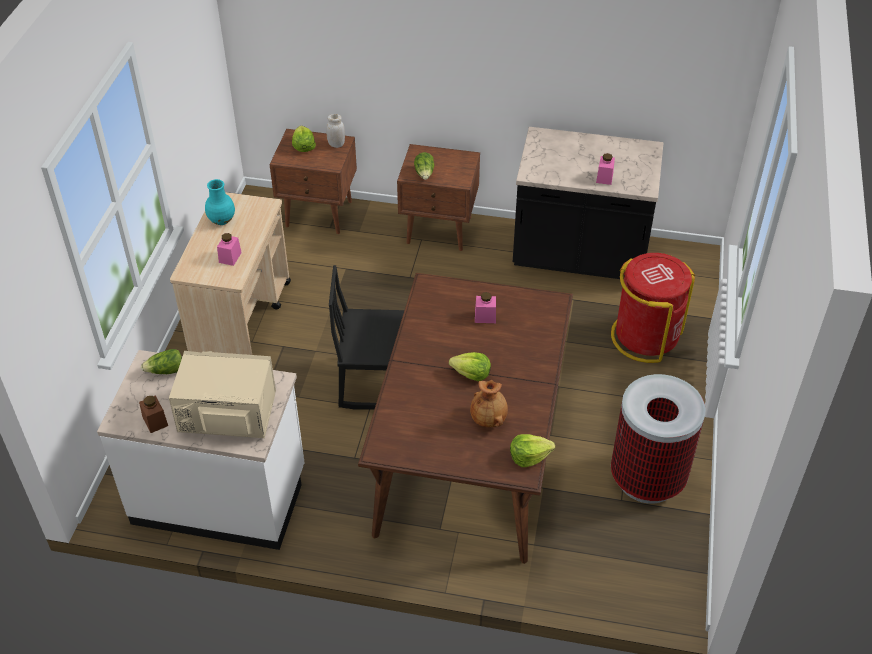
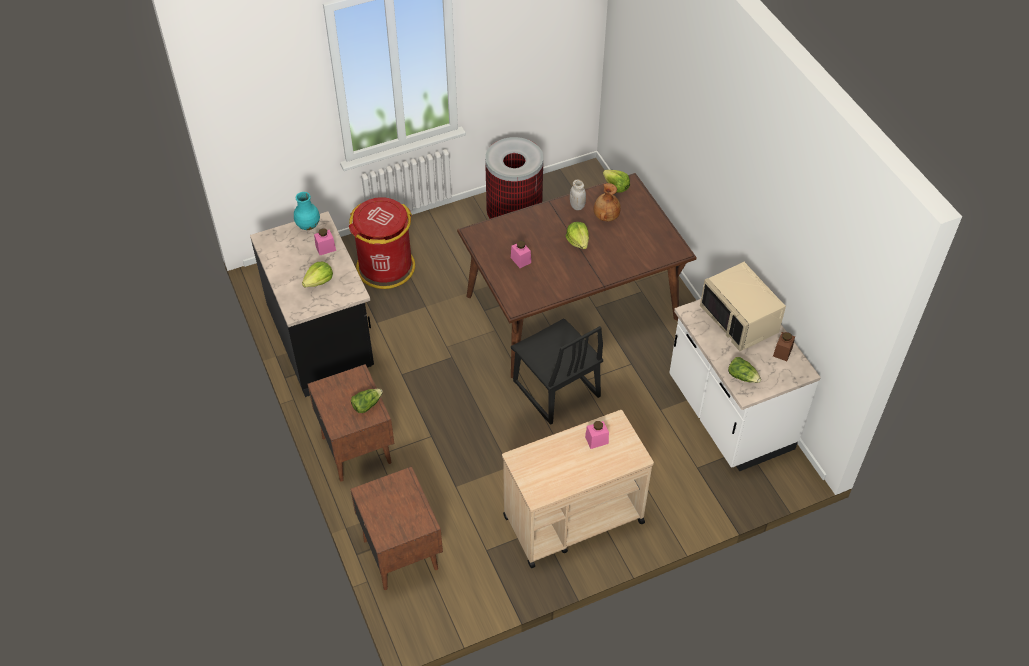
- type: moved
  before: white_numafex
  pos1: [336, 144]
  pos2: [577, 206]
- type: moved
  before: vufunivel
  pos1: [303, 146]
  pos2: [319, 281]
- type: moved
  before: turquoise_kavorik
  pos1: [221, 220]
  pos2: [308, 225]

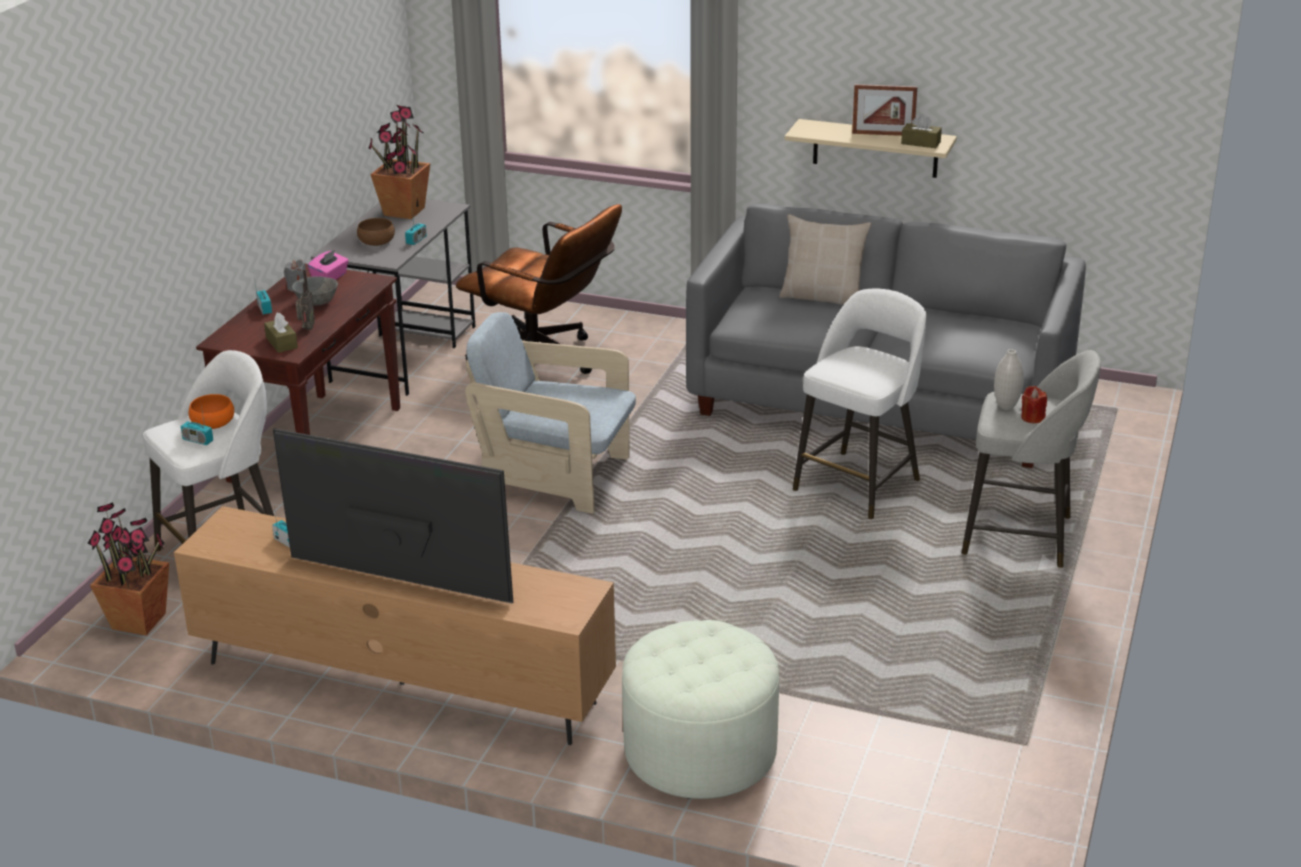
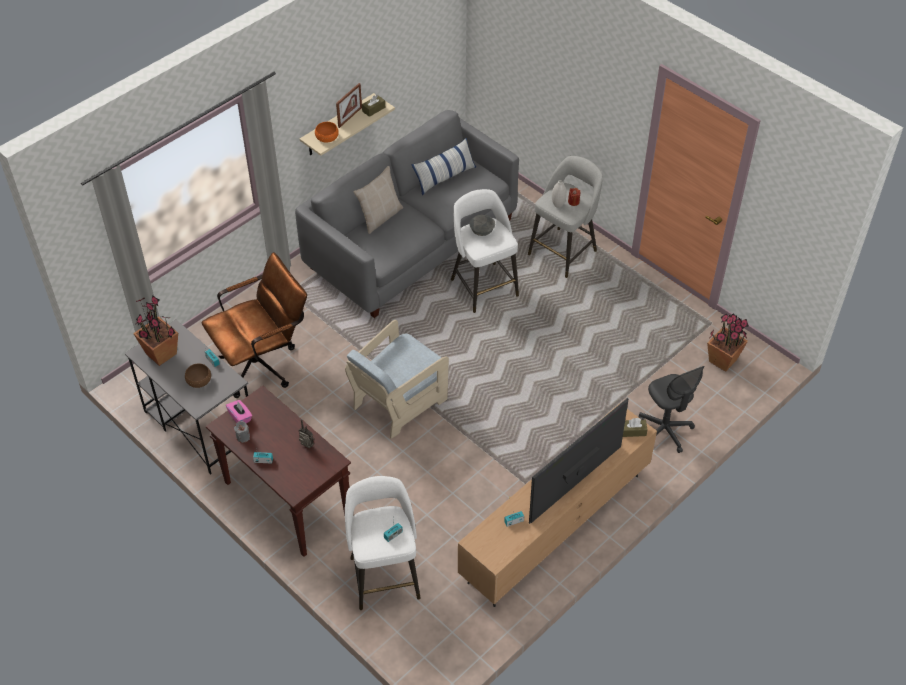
- type: moved
  before: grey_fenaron
  pos1: [317, 302]
  pos2: [481, 231]
- type: moved
  before: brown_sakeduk
  pos1: [281, 343]
  pos2: [633, 431]
- type: moved
  before: orange_fenaron
  pos1: [213, 423]
  pos2: [327, 137]
- type: moved
  before: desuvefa
  pos1: [139, 621]
  pos2: [723, 360]
- type: replaced
  before: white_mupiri
  after: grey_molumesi
  pos1: [700, 751]
  pos2: [664, 431]
- type: added
  after: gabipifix
  pos2: [444, 177]

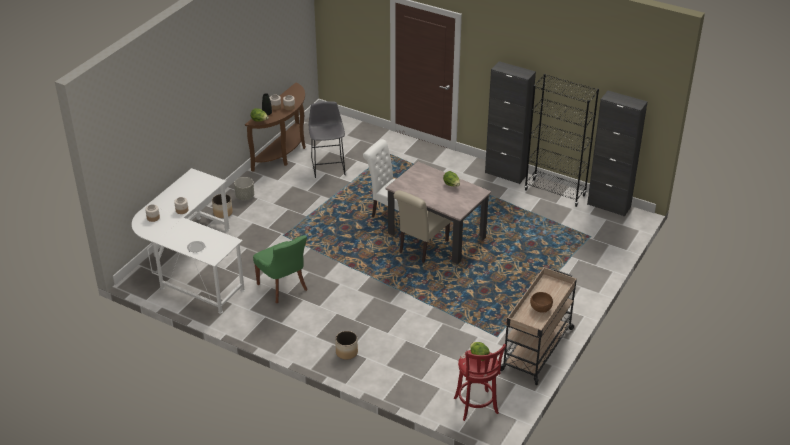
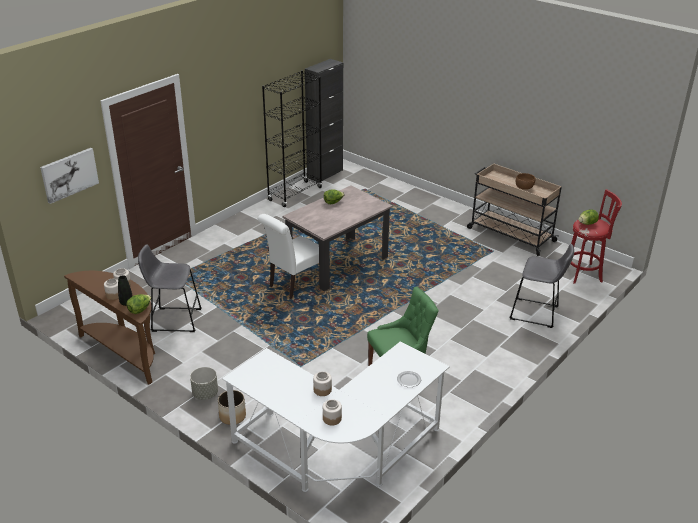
- type: removed
  before: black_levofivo
  pos1: [505, 174]
- type: removed
  before: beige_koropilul
  pos1: [421, 248]
- type: removed
  before: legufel
  pos1: [346, 352]
- type: added
  after: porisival
  pos2: [69, 174]
- type: added
  after: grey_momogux
  pos2: [537, 314]

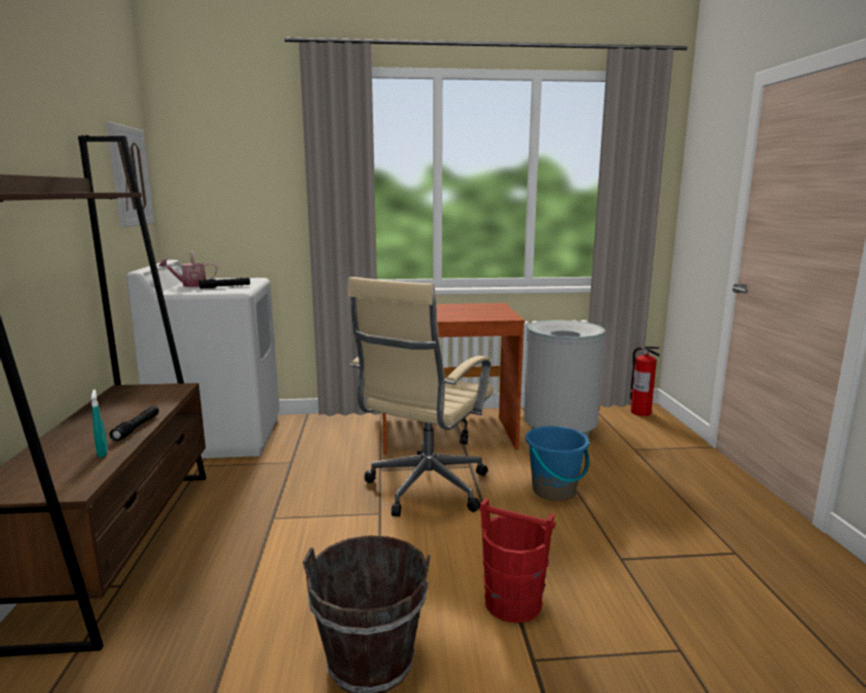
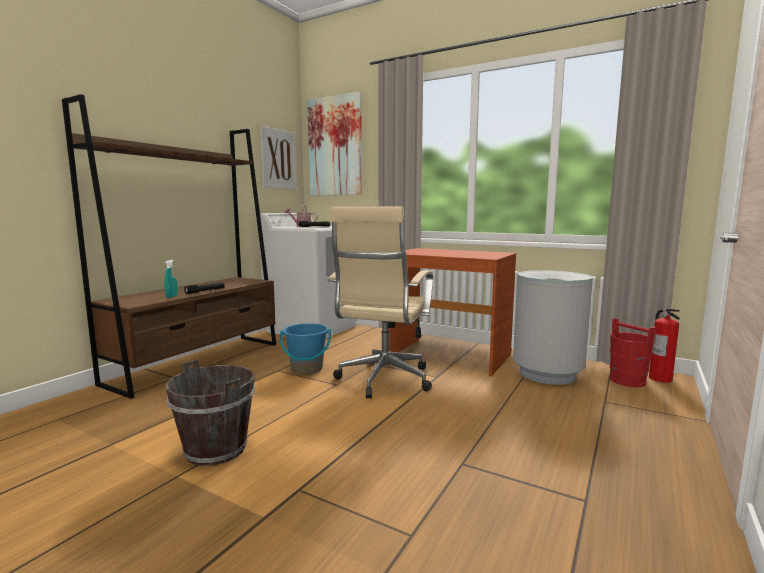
- type: turned
  before: beige_molumesi
  pos1: [424, 490]
  pos2: [383, 381]
  turn: -45
- type: moved
  before: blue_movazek
  pos1: [554, 491]
  pos2: [306, 369]
- type: moved
  before: red_movazek
  pos1: [513, 603]
  pos2: [628, 380]
- type: added
  after: porisival
  pos2: [335, 146]

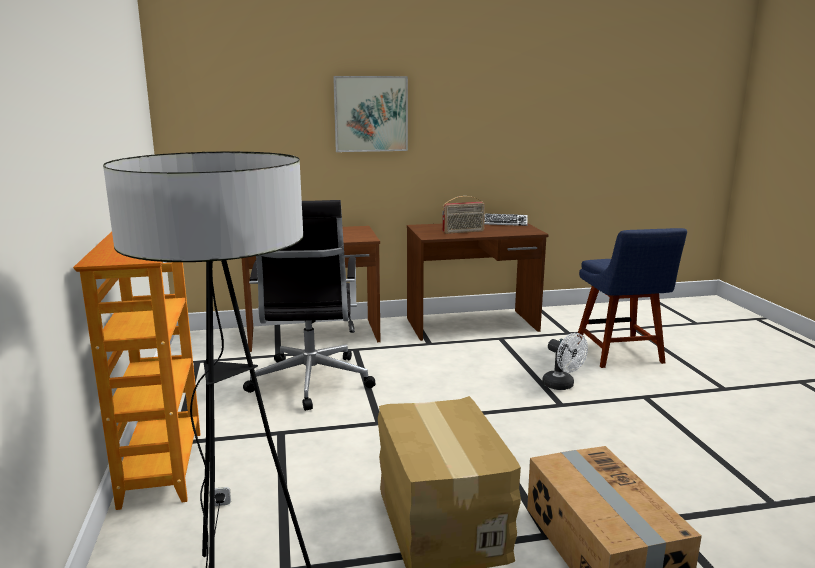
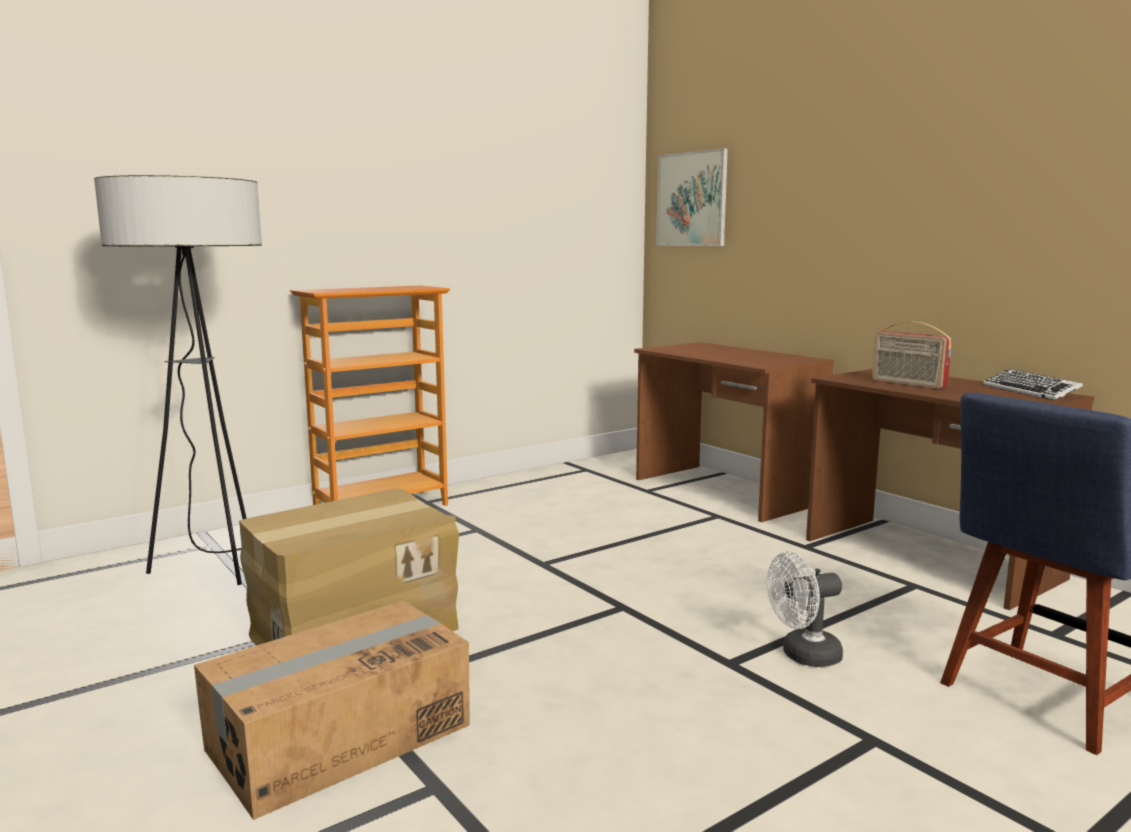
- type: moved
  before: porisival
  pos1: [371, 114]
  pos2: [692, 199]
- type: removed
  before: black_molumesi
  pos1: [310, 383]
- type: turned
  before: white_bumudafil
  pos1: [562, 386]
  pos2: [803, 656]
  turn: 45

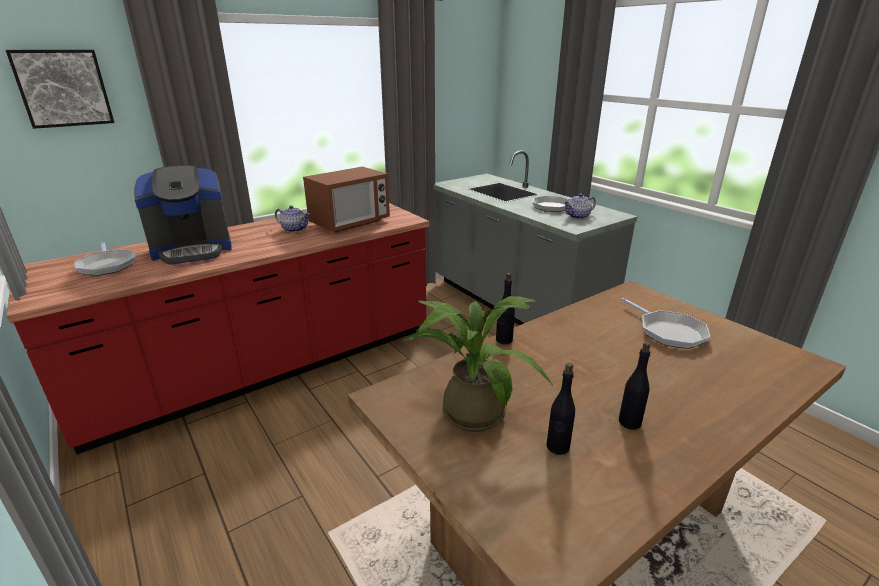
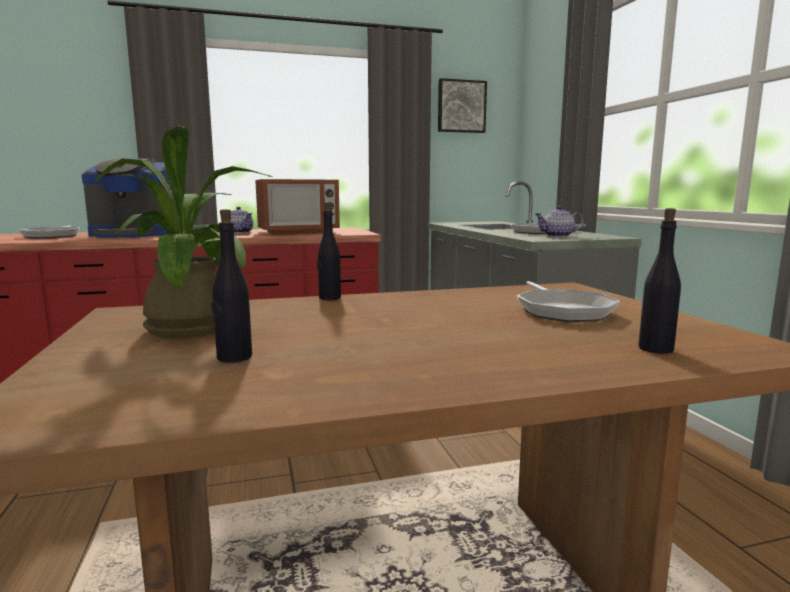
- type: moved
  before: porisival
  pos1: [63, 88]
  pos2: [461, 106]
- type: moved
  before: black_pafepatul
  pos1: [629, 422]
  pos2: [656, 349]

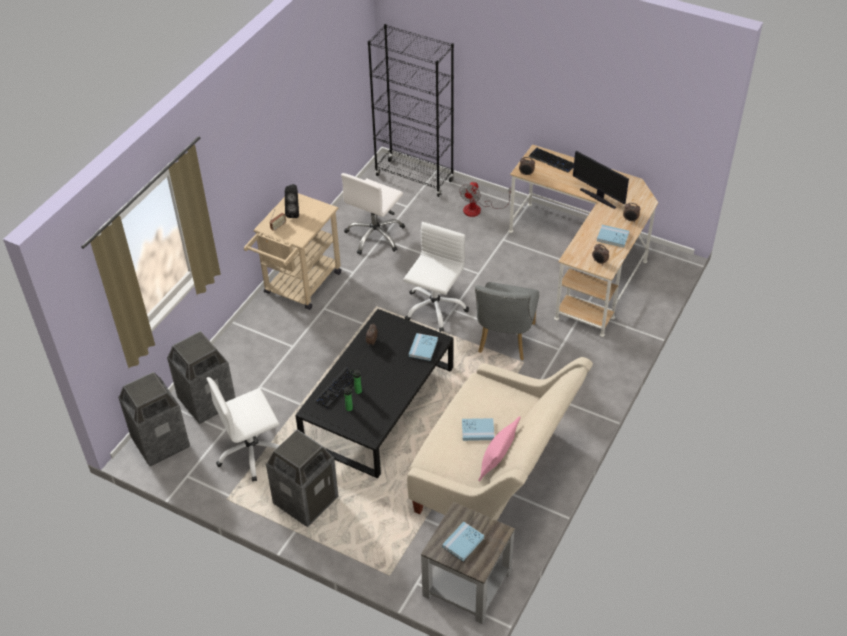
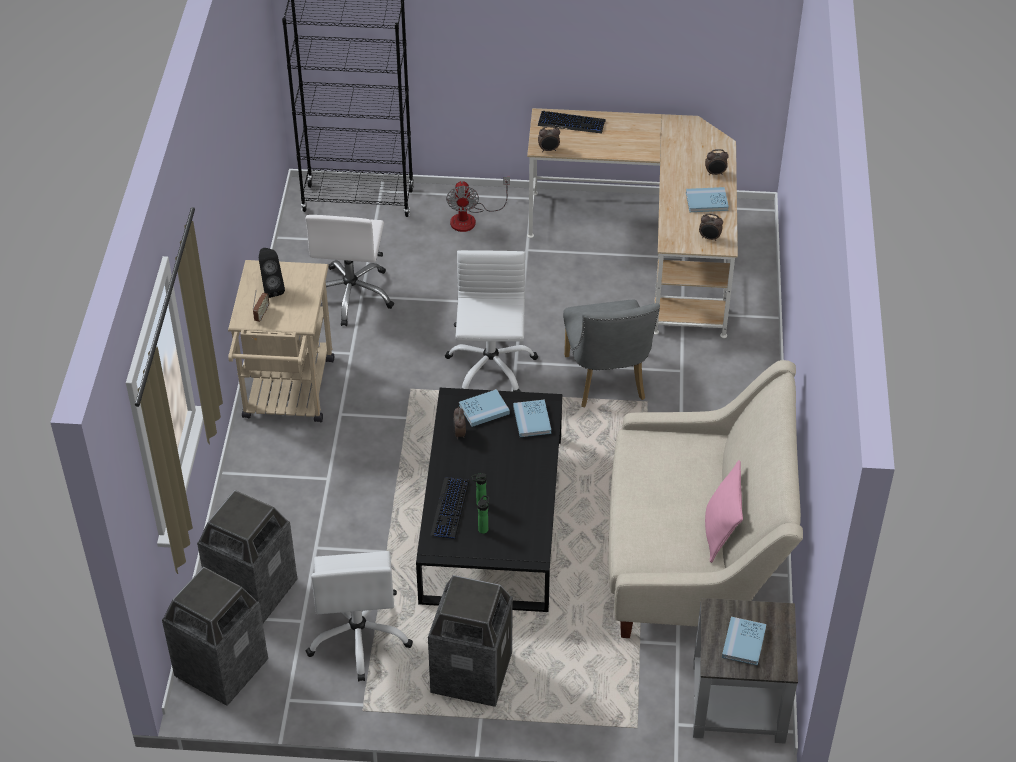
- type: removed
  before: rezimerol
  pos1: [598, 198]
- type: turned
  before: white_molumesi
  pos1: [252, 452]
  pos2: [359, 637]
  turn: -45
- type: moved
  before: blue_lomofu
  pos1: [478, 430]
  pos2: [484, 409]

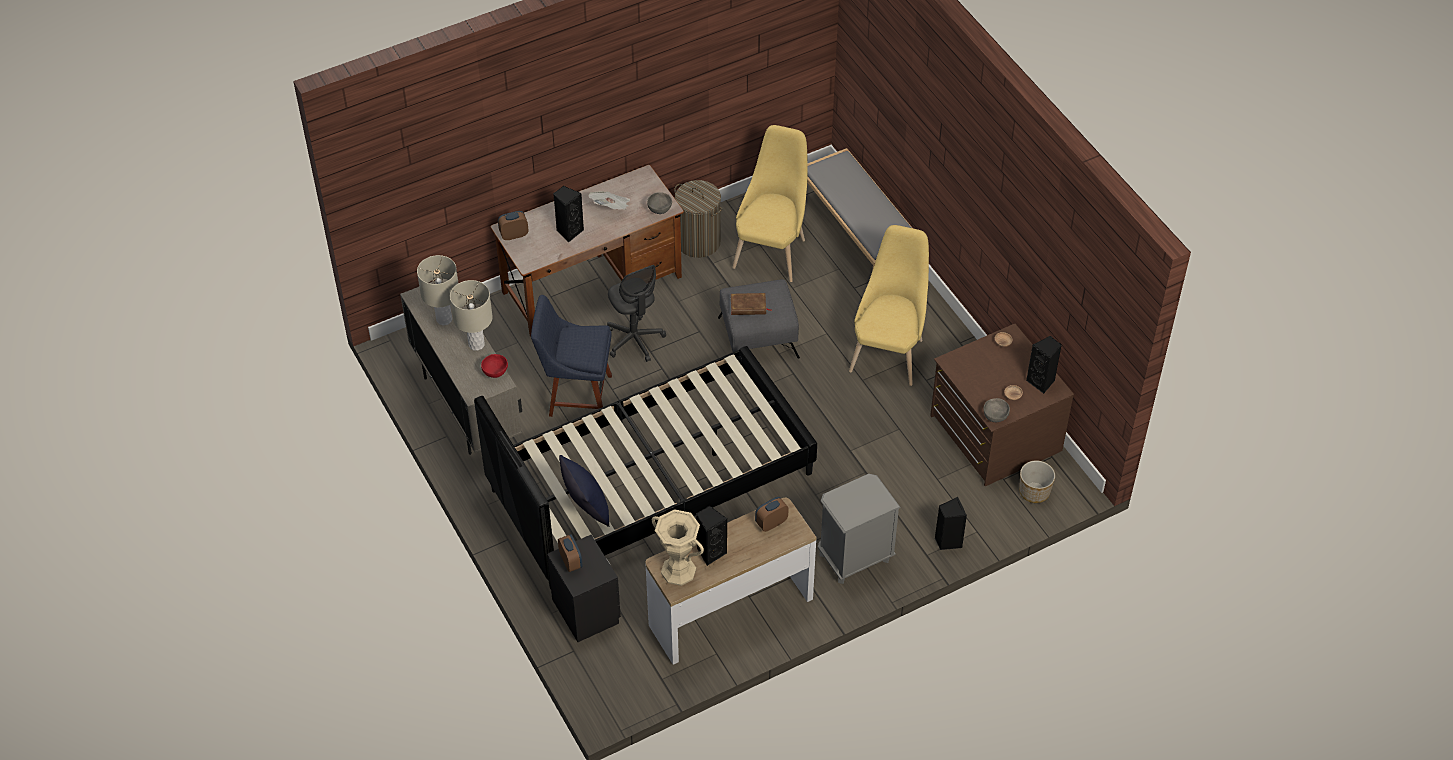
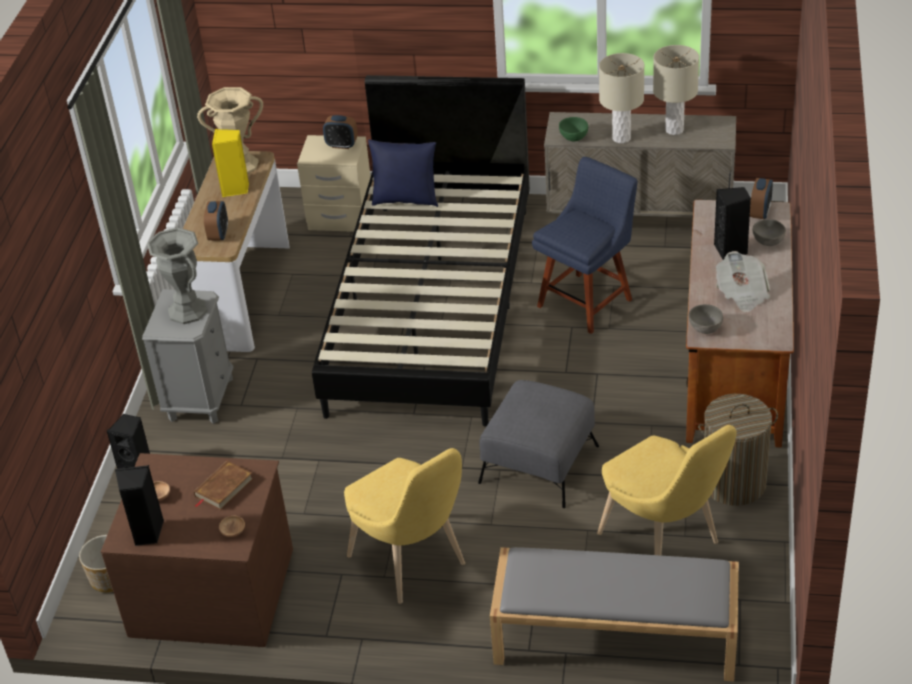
- type: removed
  before: grey_molumesi
  pos1: [634, 340]
- type: moved
  before: brown_lomofu
  pos1: [748, 306]
  pos2: [223, 488]
- type: recoloured
  before: red_fenaron
  after: green_fenaron
  pos1: [496, 372]
  pos2: [573, 138]
- type: moved
  before: grey_fenaron
  pos1: [995, 416]
  pos2: [768, 242]
- type: recoloured
  before: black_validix
  after: yellow_validix
  pos1: [710, 552]
  pos2: [235, 189]
- type: recoloured
  before: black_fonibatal
  after: beige_fonibatal
  pos1: [586, 611]
  pos2: [341, 217]
- type: added
  after: grey_kavorik
  pos2: [188, 311]

